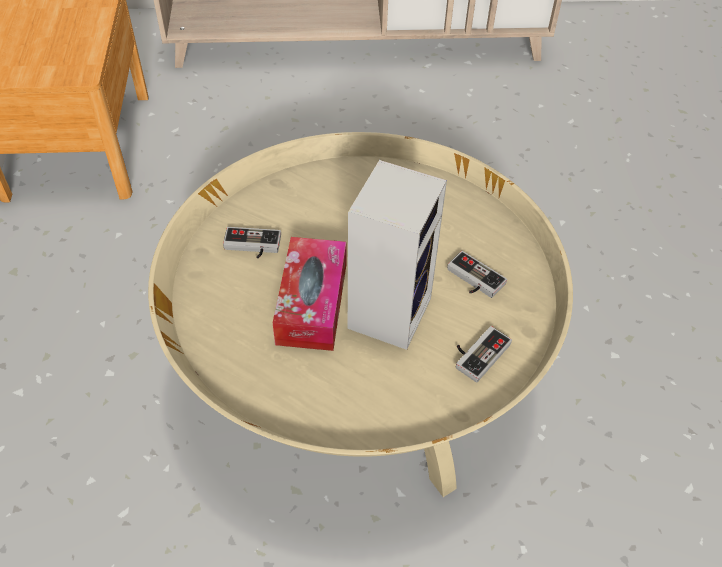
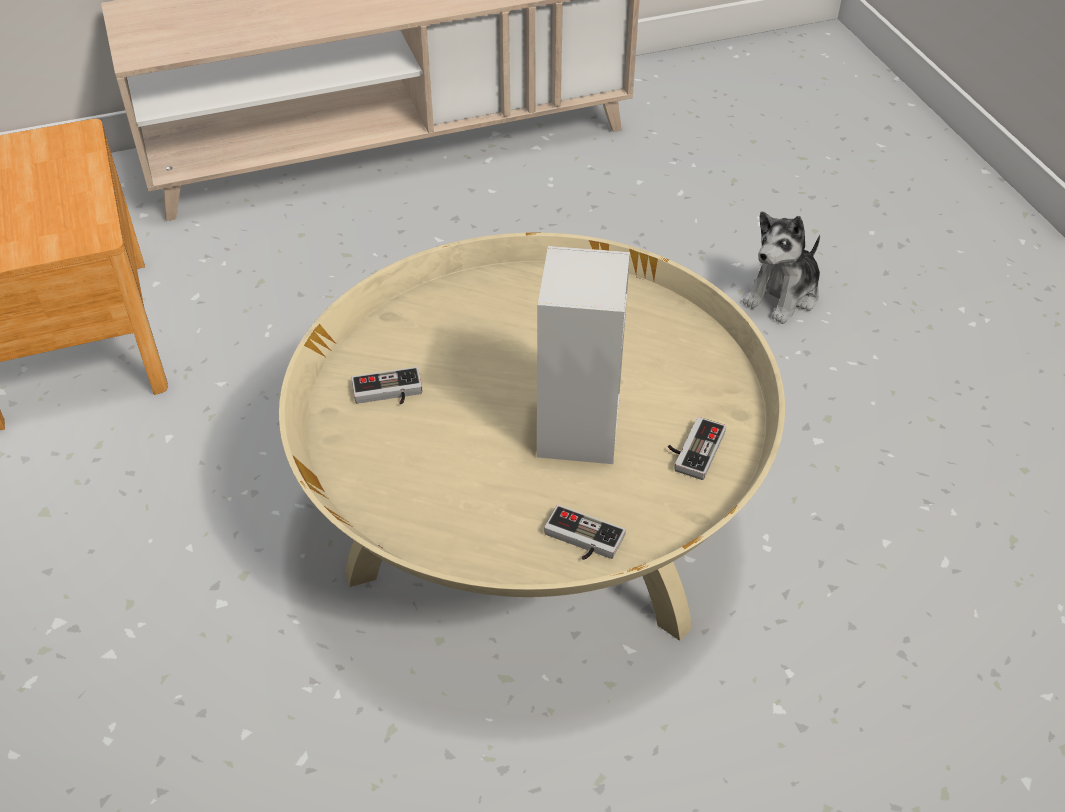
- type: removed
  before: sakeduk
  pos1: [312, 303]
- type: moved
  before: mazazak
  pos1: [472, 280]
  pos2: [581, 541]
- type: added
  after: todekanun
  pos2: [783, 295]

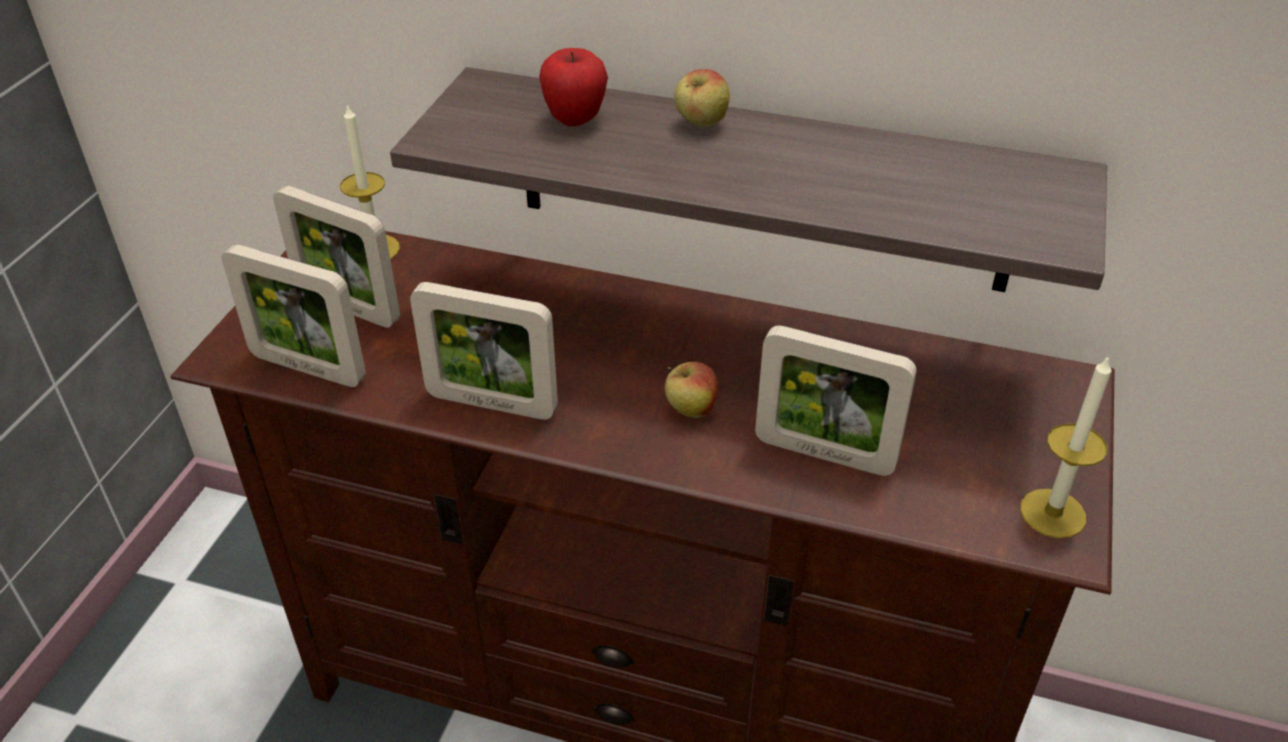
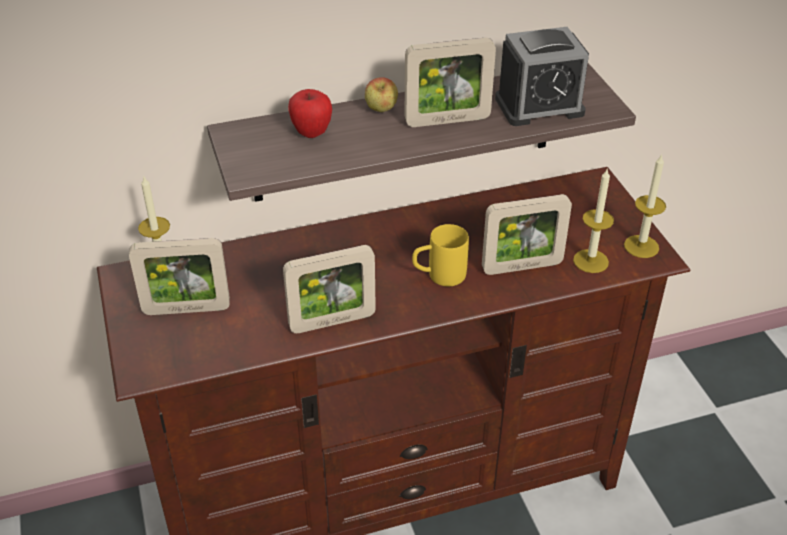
- type: moved
  before: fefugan
  pos1: [308, 368]
  pos2: [447, 120]
- type: replaced
  before: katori
  after: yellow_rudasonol
  pos1: [690, 410]
  pos2: [438, 276]
- type: added
  after: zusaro
  pos2: [539, 106]
- type: added
  after: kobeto
  pos2: [590, 261]

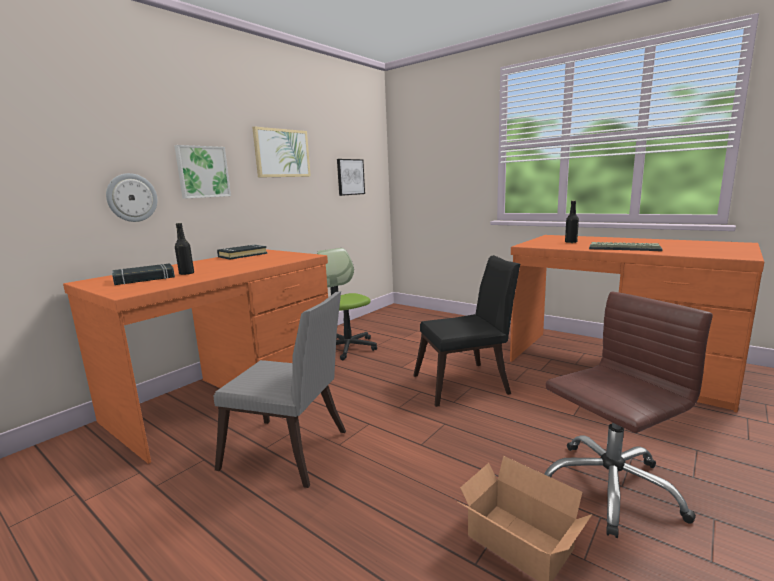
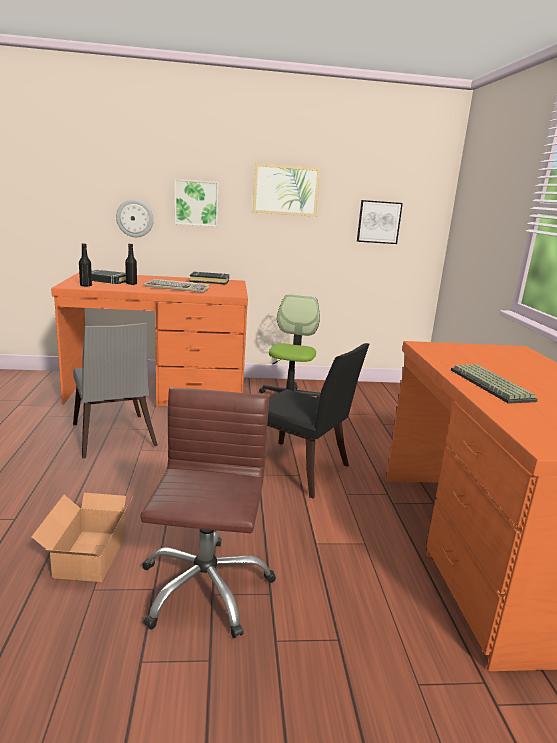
- type: moved
  before: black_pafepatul
  pos1: [571, 242]
  pos2: [86, 285]
- type: turned
  before: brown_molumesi
  pos1: [609, 487]
  pos2: [204, 587]
  turn: -105
- type: added
  after: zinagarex
  pos2: [177, 288]

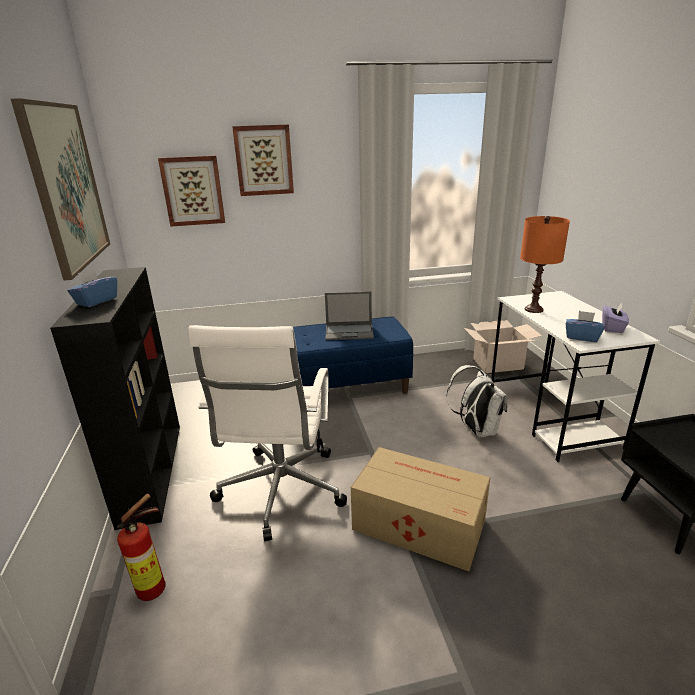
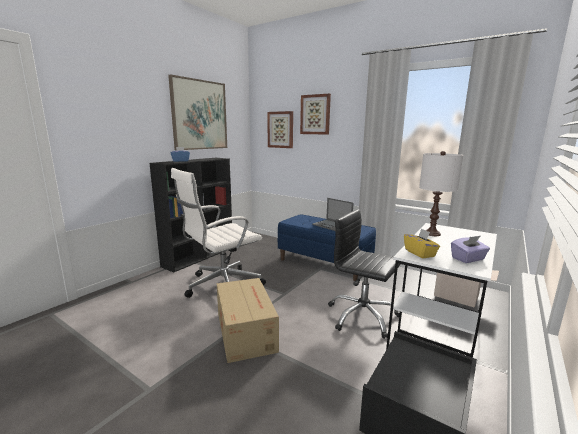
- type: recoloured
  before: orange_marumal
  after: white_marumal
  pos1: [533, 309]
  pos2: [432, 233]
- type: recoloured
  before: blue_sakeduk
  after: yellow_sakeduk
  pos1: [581, 337]
  pos2: [420, 253]
- type: replaced
  before: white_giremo
  after: black_molumesi
  pos1: [476, 430]
  pos2: [362, 316]
- type: removed
  before: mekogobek
  pos1: [156, 588]

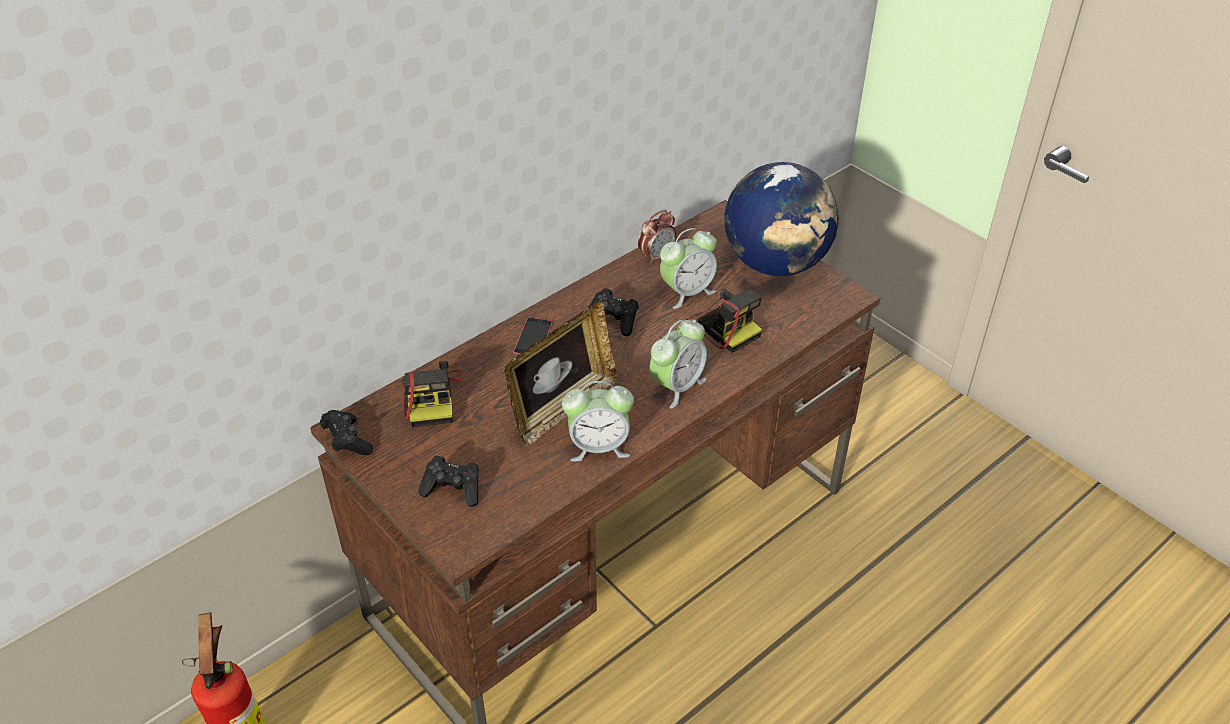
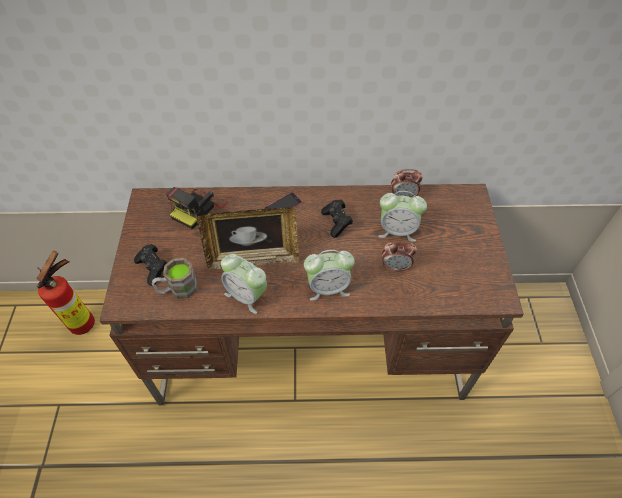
- type: removed
  before: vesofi
  pos1: [776, 263]
- type: replaced
  before: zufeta
  after: zusaro
  pos1: [722, 326]
  pos2: [395, 267]
- type: removed
  before: black_mazazak
  pos1: [347, 441]
- type: added
  after: brown_rudasonol
  pos2: [178, 289]

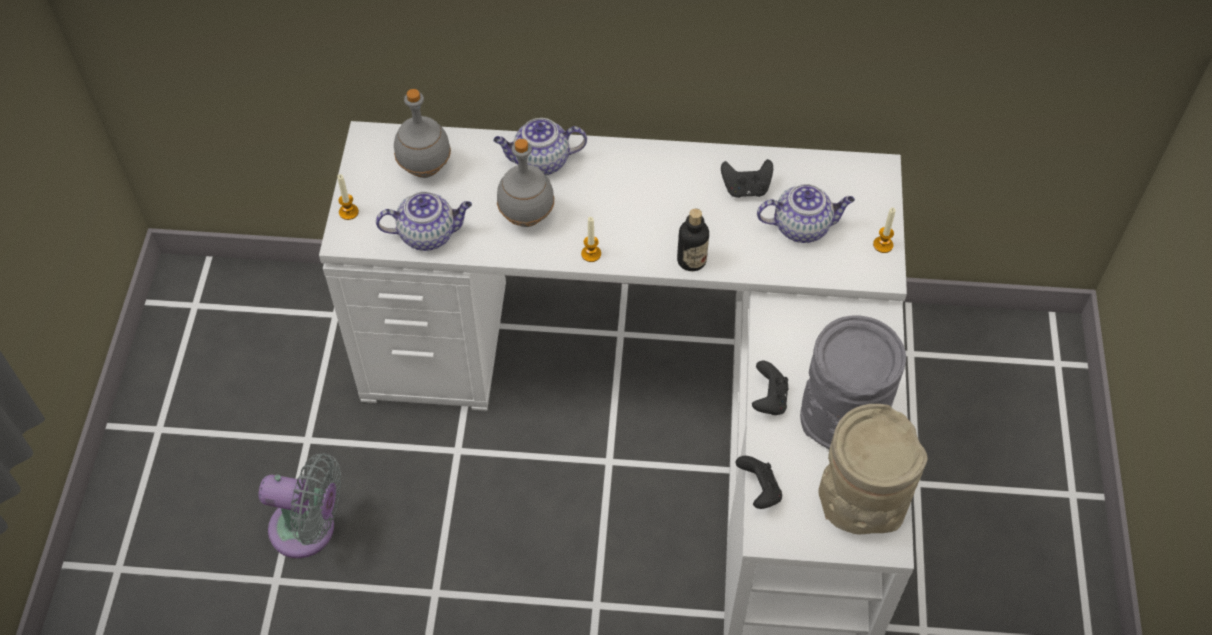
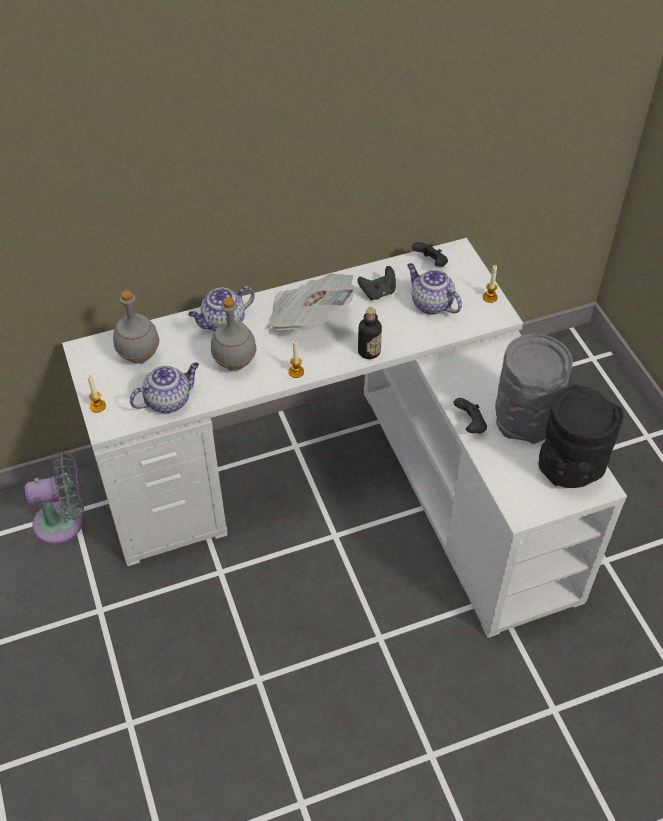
- type: turned
  before: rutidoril
  pos1: [802, 226]
  pos2: [430, 304]
  turn: -105
- type: recoloured
  before: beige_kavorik
  after: black_kavorik
  pos1: [859, 505]
  pos2: [568, 469]
- type: moved
  before: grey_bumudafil
  pos1: [309, 529]
  pos2: [64, 522]
- type: moved
  before: black_mazazak
  pos1: [759, 491]
  pos2: [431, 263]
- type: added
  after: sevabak
  pos2: [309, 318]

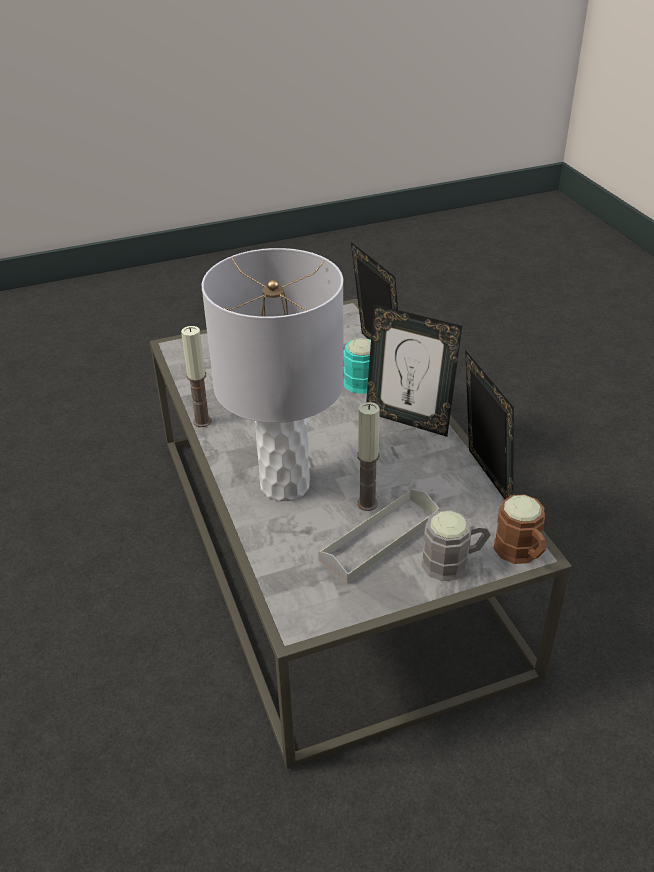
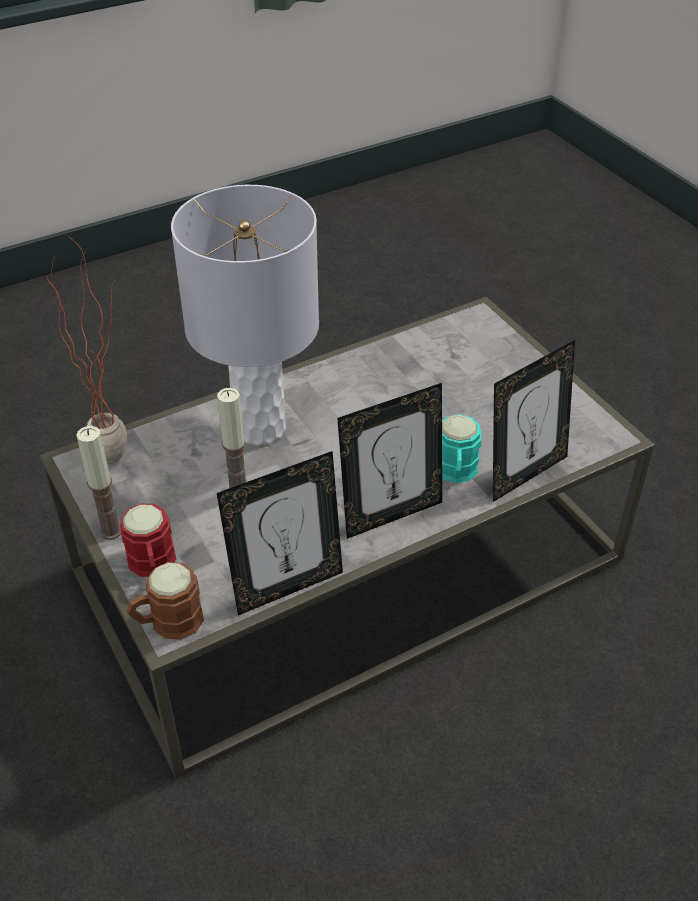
- type: turned
  before: fefugan
  pos1: [408, 420]
  pos2: [390, 514]
  turn: -135
- type: moved
  before: kobeto
  pos1: [202, 421]
  pos2: [110, 530]
- type: removed
  before: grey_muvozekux
  pos1: [380, 538]
- type: recoloured
  before: grey_rudasonol
  after: red_rudasonol
  pos1: [454, 562]
  pos2: [153, 565]
- type: added
  after: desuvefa
  pos2: [119, 450]

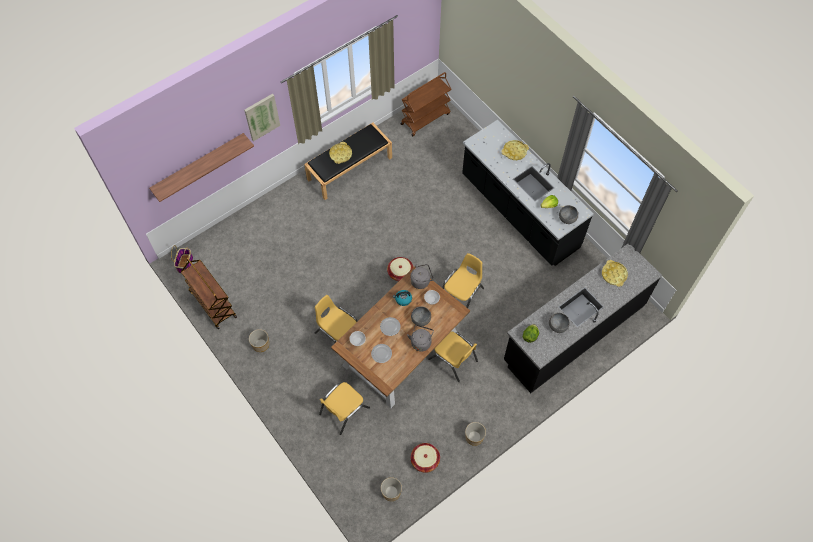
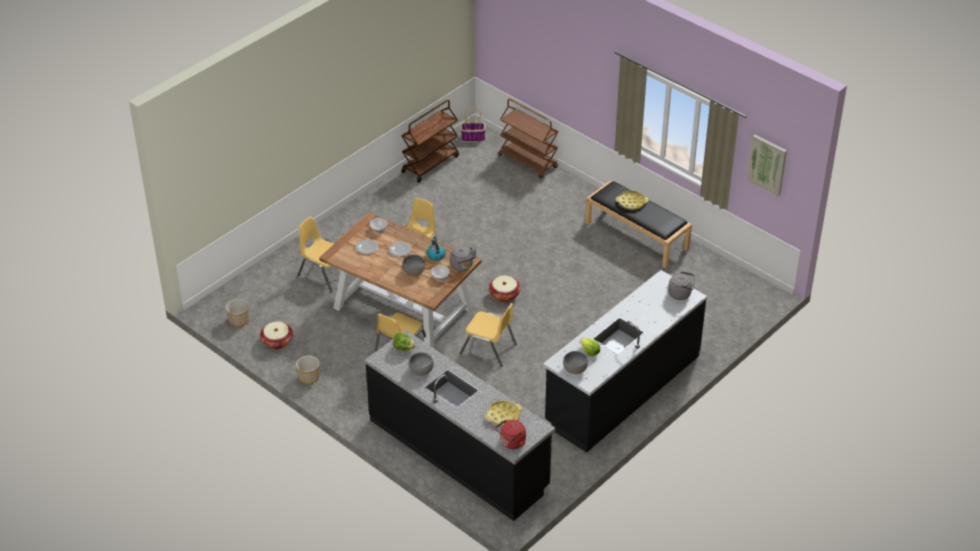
- type: moved
  before: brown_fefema
  pos1: [425, 118]
  pos2: [528, 161]
- type: moved
  before: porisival
  pos1: [262, 116]
  pos2: [767, 164]
- type: removed
  before: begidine
  pos1: [199, 165]
- type: removed
  before: yellow_muvozekux
  pos1: [514, 151]
- type: moved
  before: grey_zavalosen
  pos1: [421, 342]
  pos2: [681, 294]
- type: removed
  before: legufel
  pos1: [260, 344]
- type: added
  after: red_zavalosen
  pos2: [511, 443]

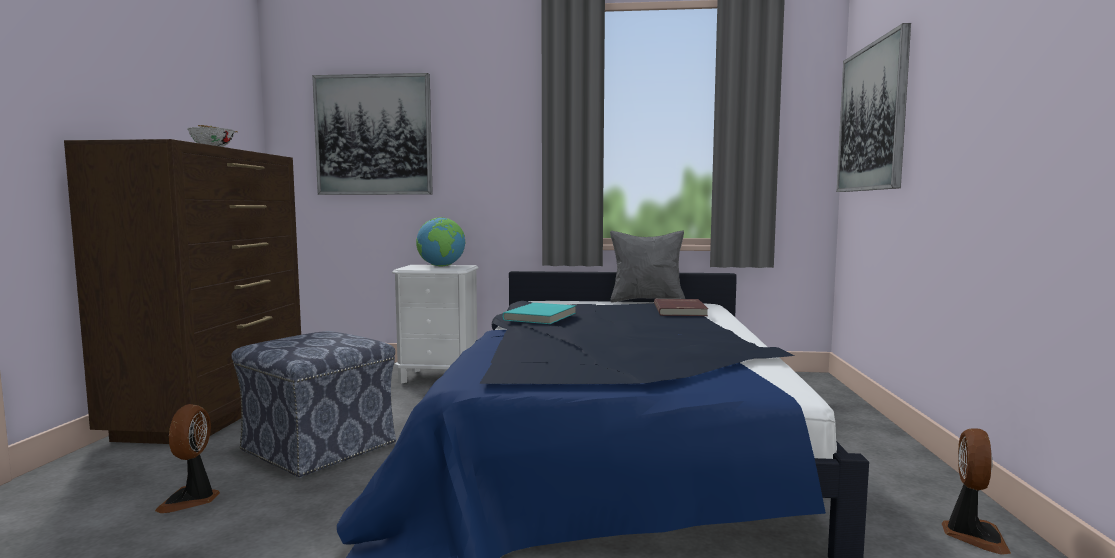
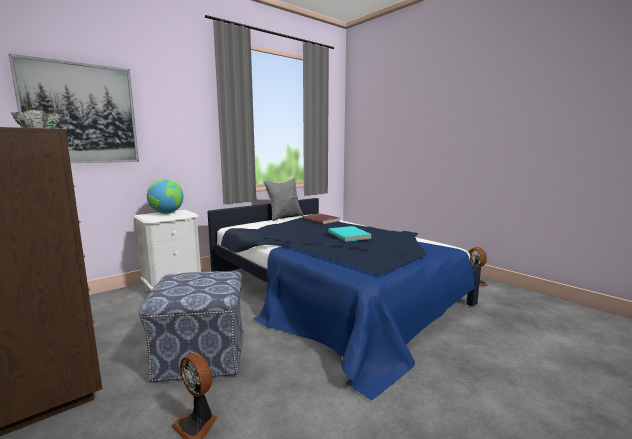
- type: removed
  before: porisival
  pos1: [872, 118]
- type: moved
  before: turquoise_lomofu
  pos1: [542, 316]
  pos2: [350, 235]

